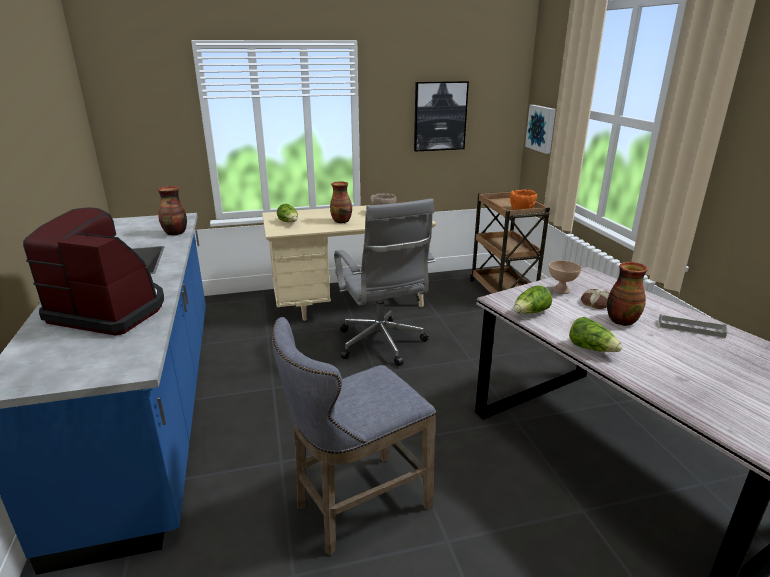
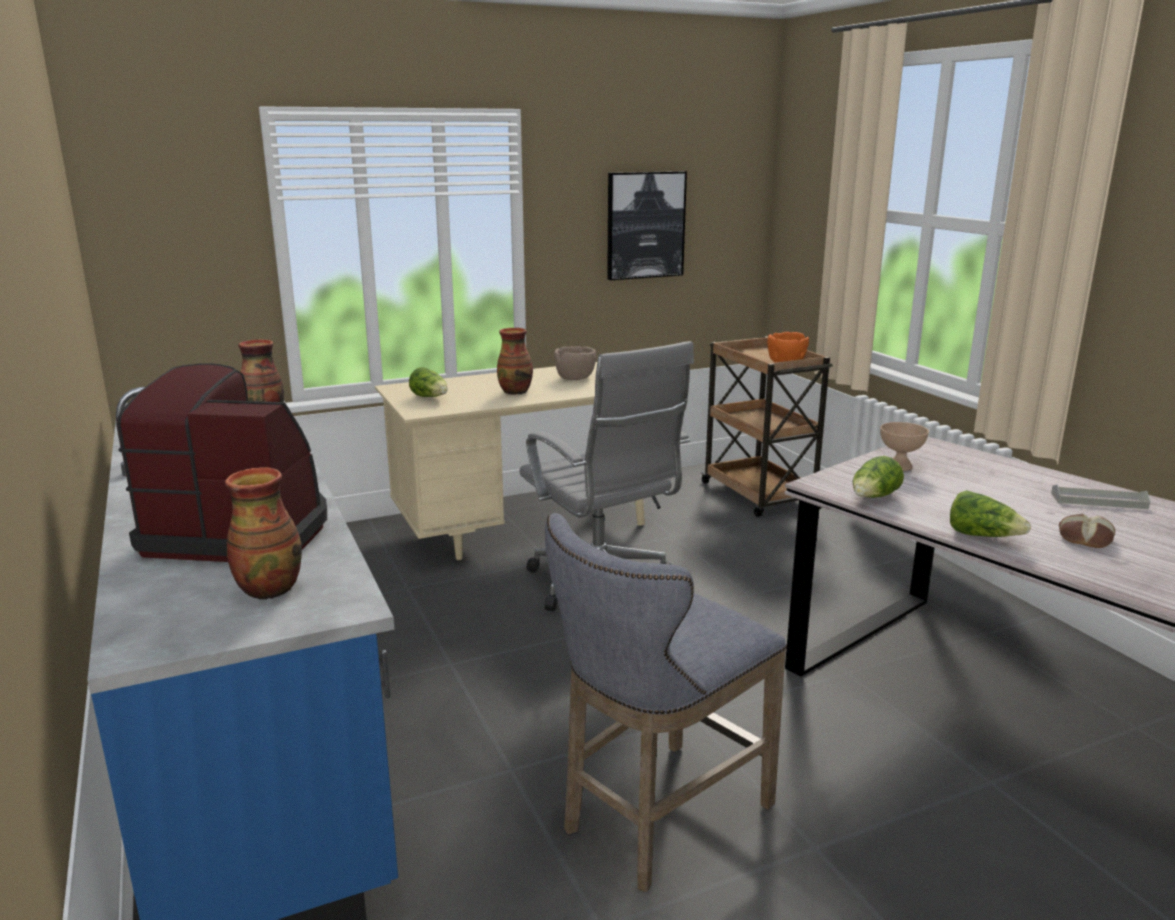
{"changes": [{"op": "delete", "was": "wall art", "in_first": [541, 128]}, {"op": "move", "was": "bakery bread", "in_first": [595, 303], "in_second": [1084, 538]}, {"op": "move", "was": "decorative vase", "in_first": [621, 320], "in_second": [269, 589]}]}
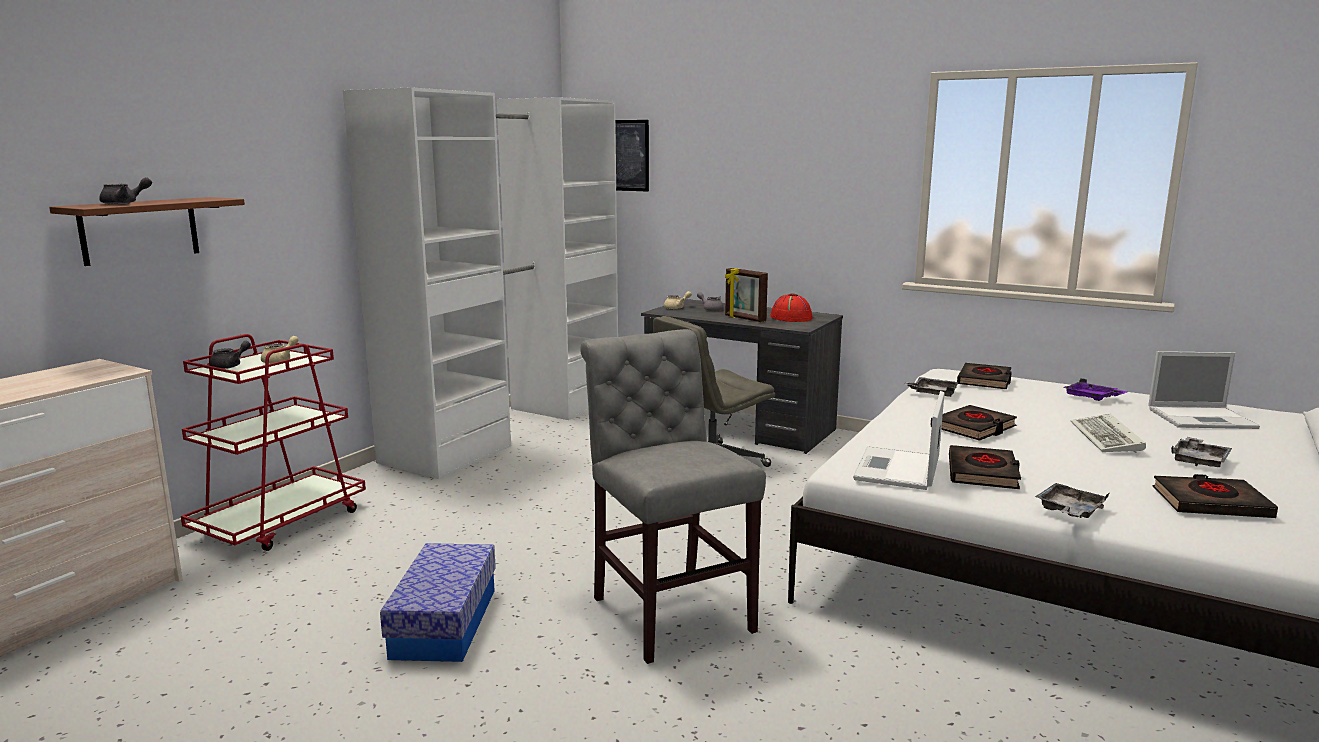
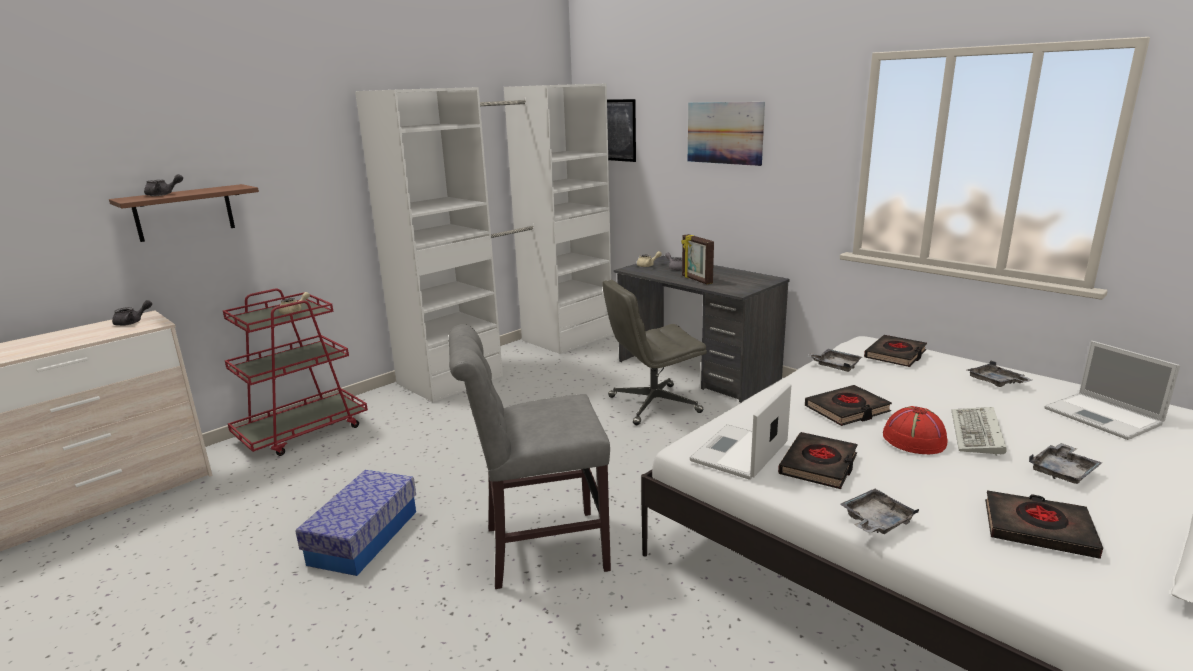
{"changes": [{"op": "move", "was": "teapot (grey)", "in_first": [230, 366], "in_second": [132, 322]}, {"op": "rotate", "was": "plain chair (grey)", "in_first": [668, 611], "in_second": [538, 549], "clockwise": -90}, {"op": "move", "was": "wearable hat (red)", "in_first": [790, 318], "in_second": [913, 439]}, {"op": "recolor", "was": "serving tray (purple-coloured)", "now": "serving tray (grey)", "in_first": [1091, 398], "in_second": [996, 382]}, {"op": "rotate", "was": "notebook computer", "in_first": [1203, 418], "in_second": [1104, 417], "clockwise": 45}, {"op": "insert", "now": "wall art", "in_second": [724, 133]}]}
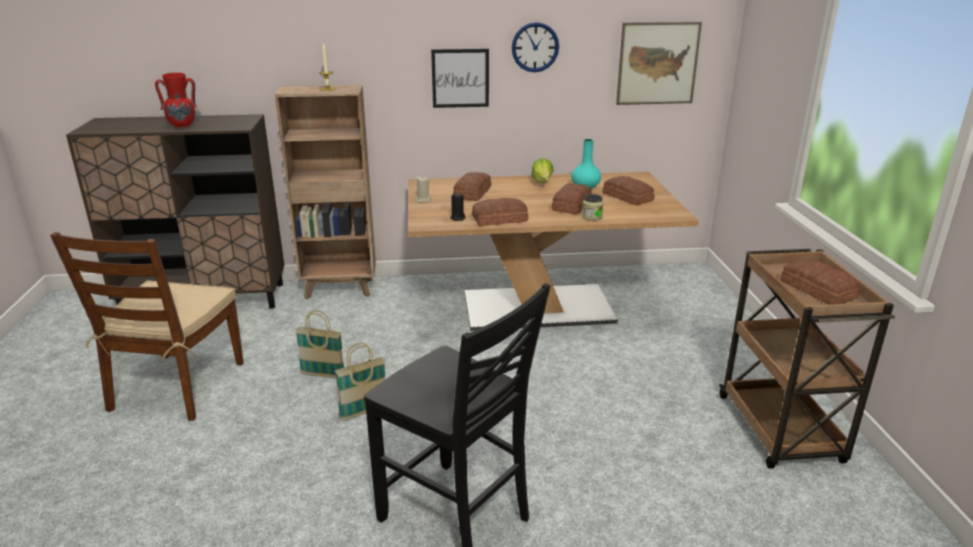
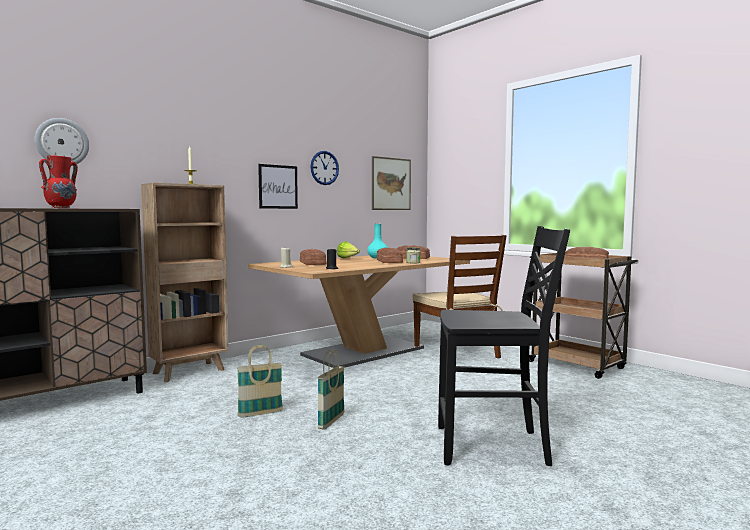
{"changes": [{"op": "move", "was": "plain chair (brown)", "in_first": [177, 386], "in_second": [457, 353]}, {"op": "delete", "was": "bakery bread", "in_first": [500, 219]}, {"op": "insert", "now": "clock on the wall", "in_second": [62, 142]}]}
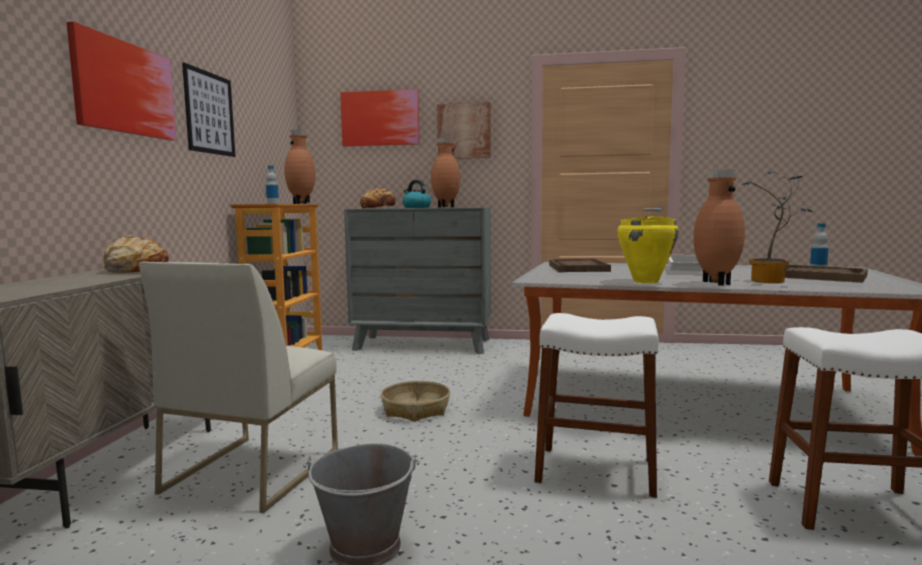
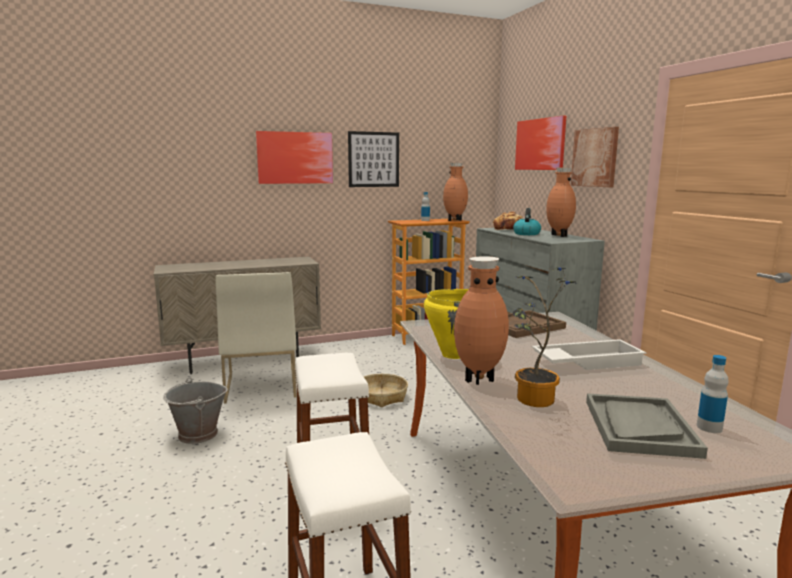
{"changes": [{"op": "delete", "was": "bakery bread", "in_first": [136, 270]}, {"op": "rotate", "was": "plain chair (white-coloured)", "in_first": [253, 470], "in_second": [260, 385], "clockwise": -90}, {"op": "recolor", "was": "serving tray (brown)", "now": "serving tray (grey)", "in_first": [820, 276], "in_second": [639, 427]}]}
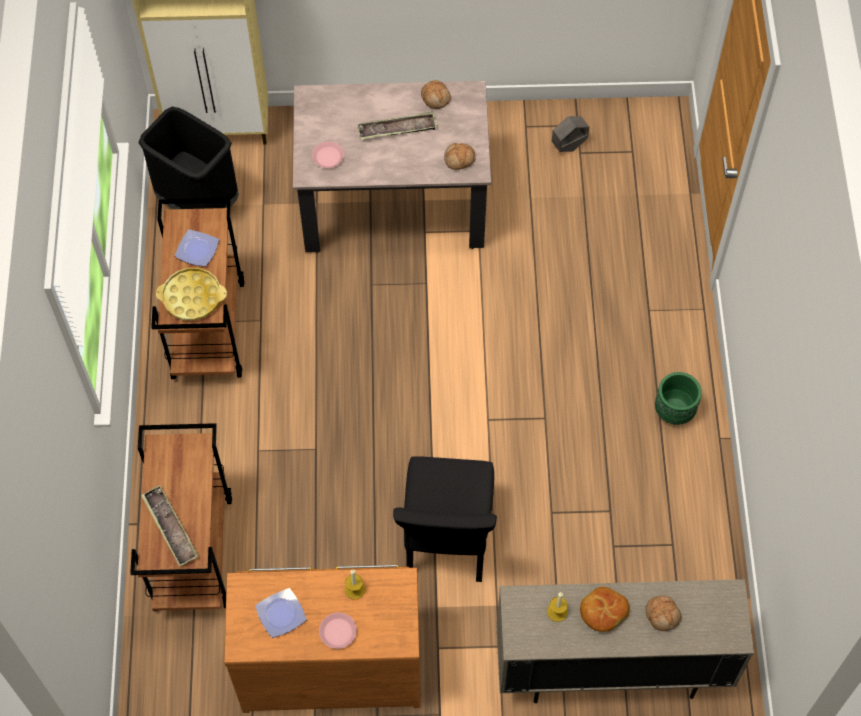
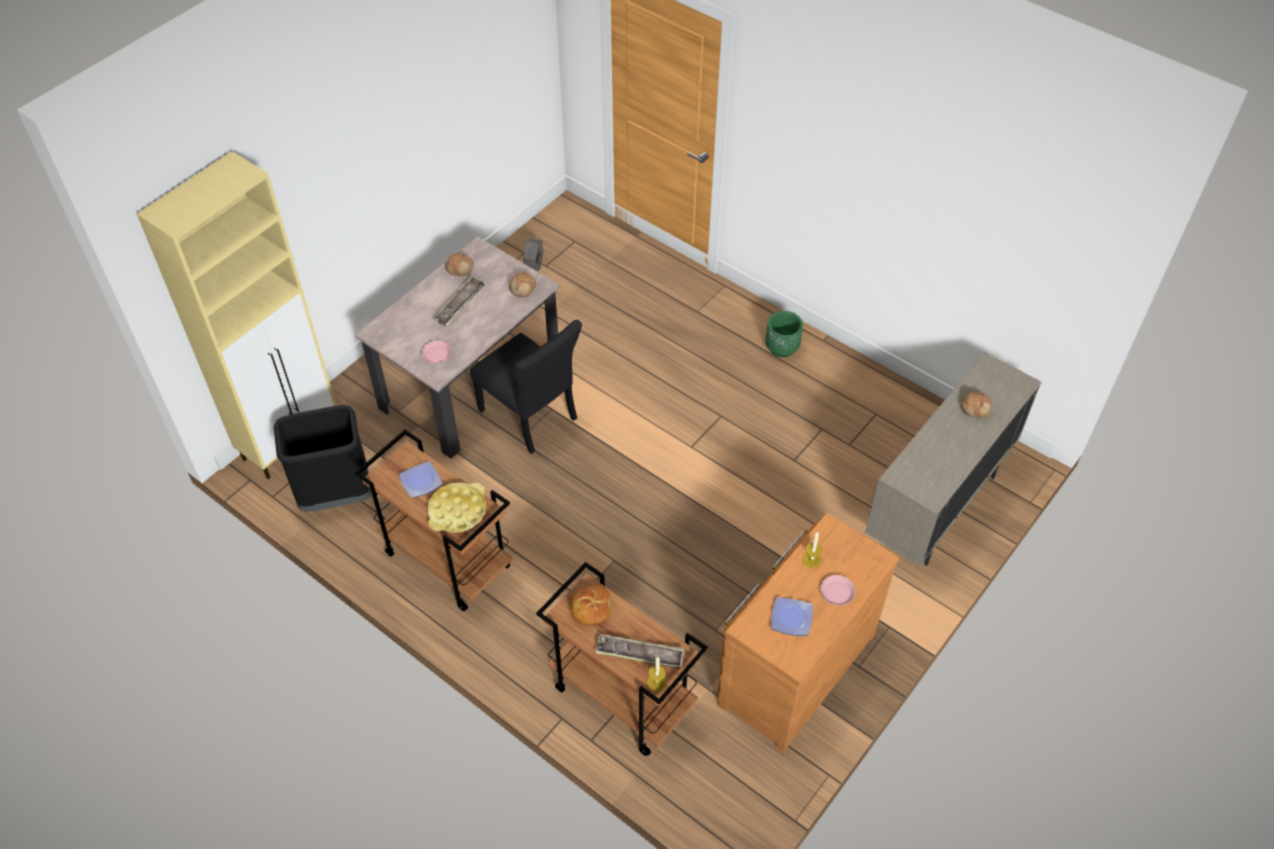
{"changes": [{"op": "move", "was": "plain chair (black)", "in_first": [446, 540], "in_second": [530, 417]}, {"op": "move", "was": "wax light", "in_first": [557, 611], "in_second": [656, 682]}, {"op": "move", "was": "bakery bread", "in_first": [603, 611], "in_second": [590, 609]}]}
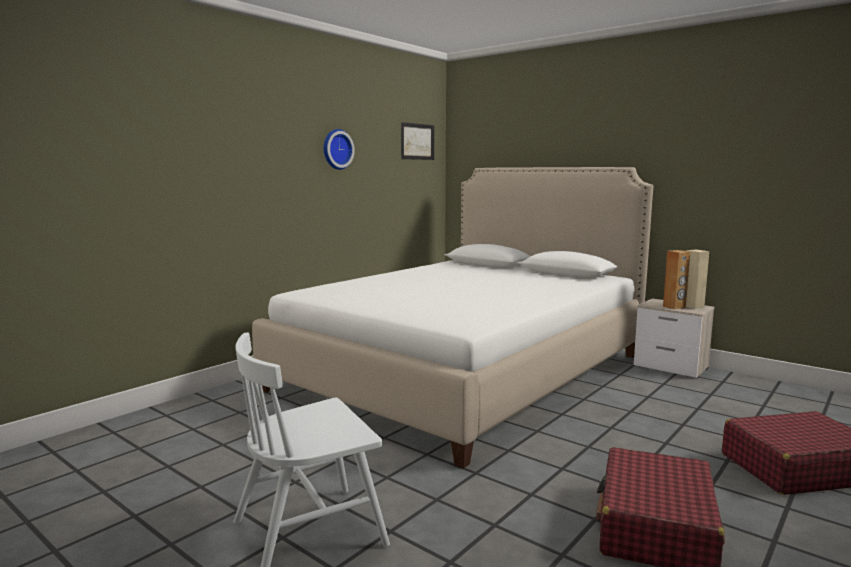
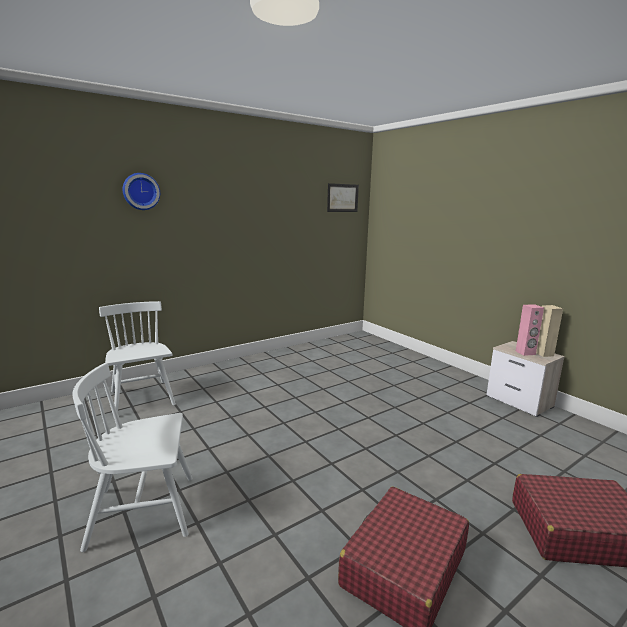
{"changes": [{"op": "delete", "was": "bedroom bed", "in_first": [464, 371]}, {"op": "move", "was": "clock on the wall", "in_first": [336, 149], "in_second": [141, 191]}, {"op": "recolor", "was": "speaker (brown)", "now": "speaker (pink)", "in_first": [674, 307], "in_second": [525, 353]}, {"op": "insert", "now": "plain chair (white-coloured)", "in_second": [142, 398]}]}
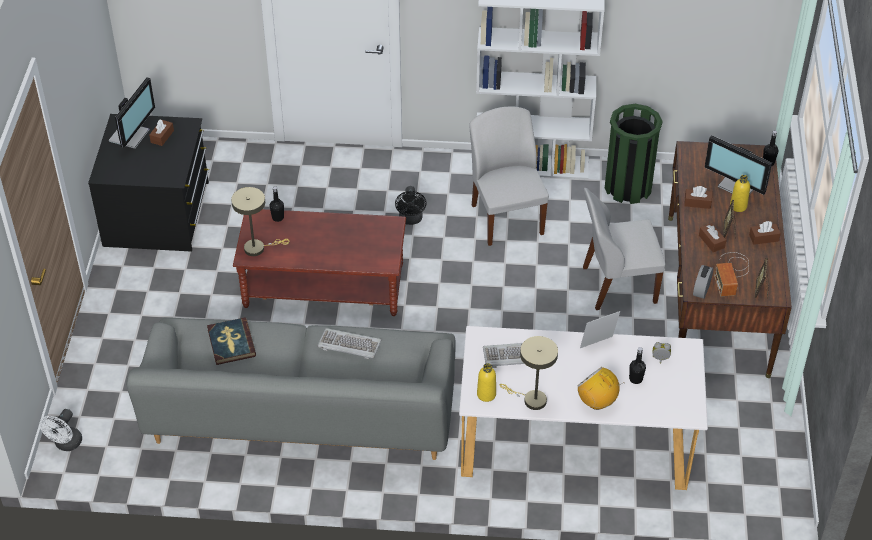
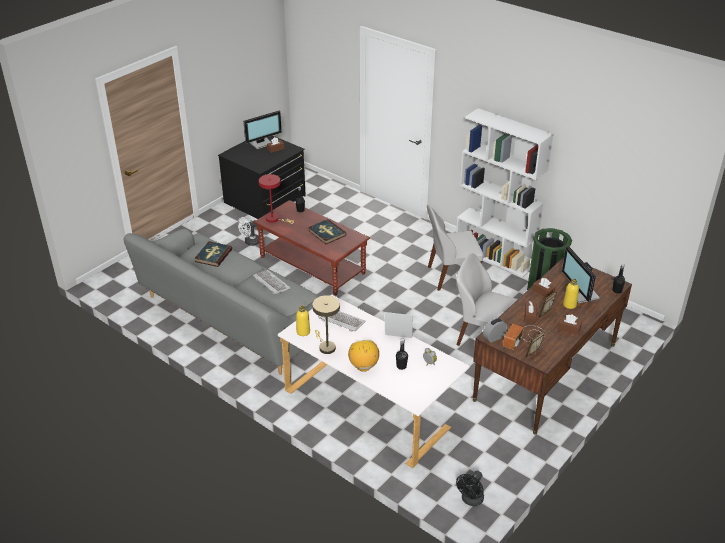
{"changes": [{"op": "move", "was": "cooling fan (white-coloured)", "in_first": [66, 444], "in_second": [250, 242]}, {"op": "recolor", "was": "table lamp (beige-coloured)", "now": "table lamp (red)", "in_first": [258, 248], "in_second": [274, 219]}, {"op": "move", "was": "cooling fan (black)", "in_first": [411, 220], "in_second": [471, 500]}, {"op": "rotate", "was": "plain chair (white-coloured)", "in_first": [507, 218], "in_second": [451, 276], "clockwise": -120}, {"op": "insert", "now": "volume", "in_second": [327, 233]}]}
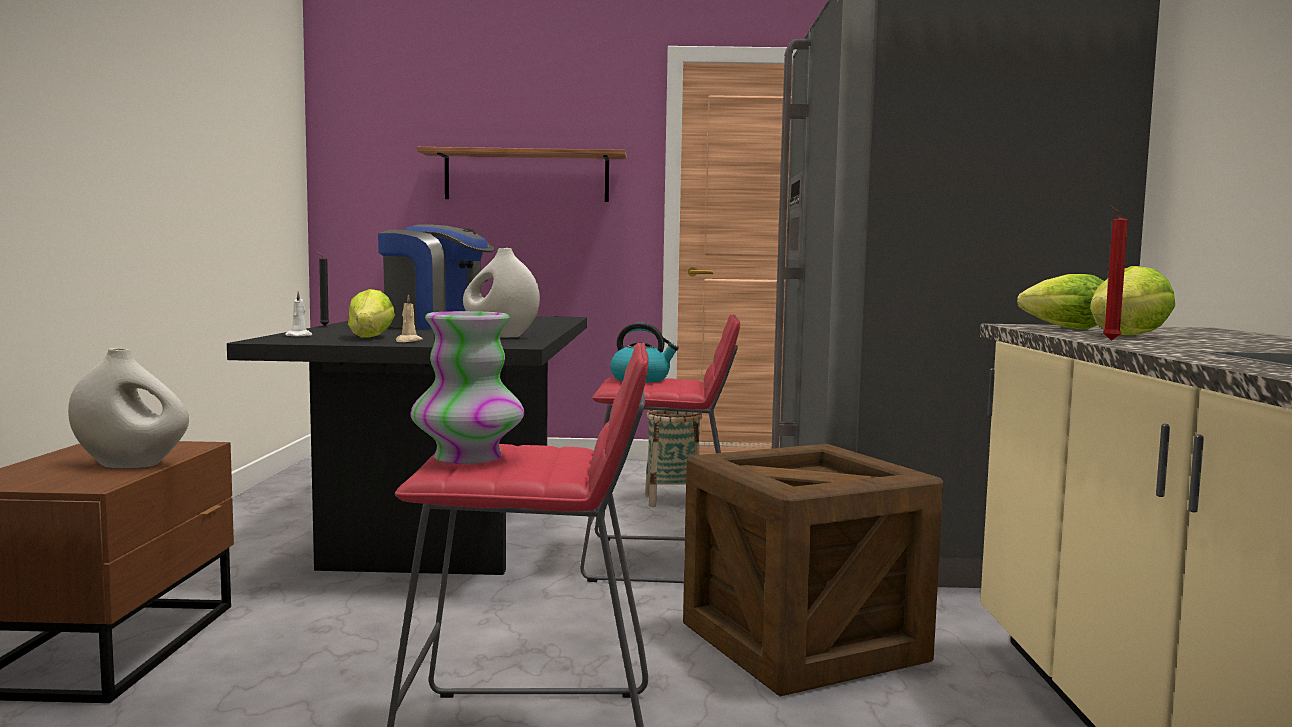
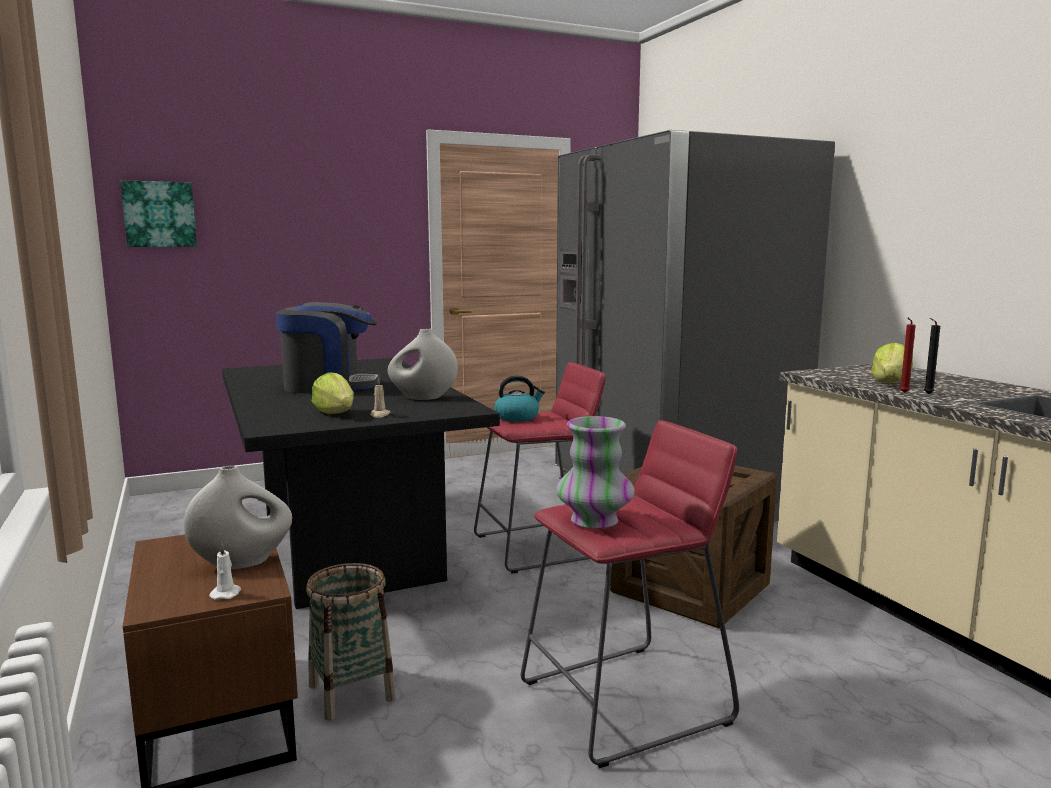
{"changes": [{"op": "move", "was": "wax light (white-coloured)", "in_first": [300, 336], "in_second": [226, 593]}, {"op": "move", "was": "wax light (black)", "in_first": [323, 325], "in_second": [927, 394]}, {"op": "delete", "was": "wall shelf", "in_first": [526, 176]}, {"op": "move", "was": "storage basket", "in_first": [672, 500], "in_second": [351, 692]}, {"op": "delete", "was": "head of lettuce", "in_first": [1060, 328]}, {"op": "insert", "now": "wall art", "in_second": [159, 214]}]}
